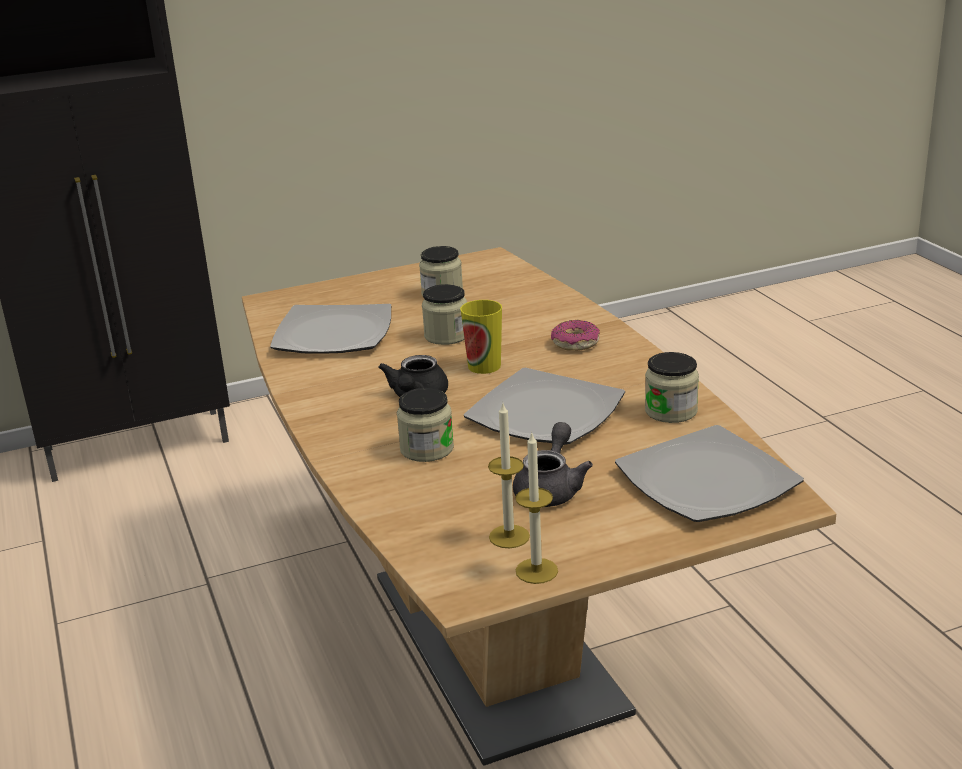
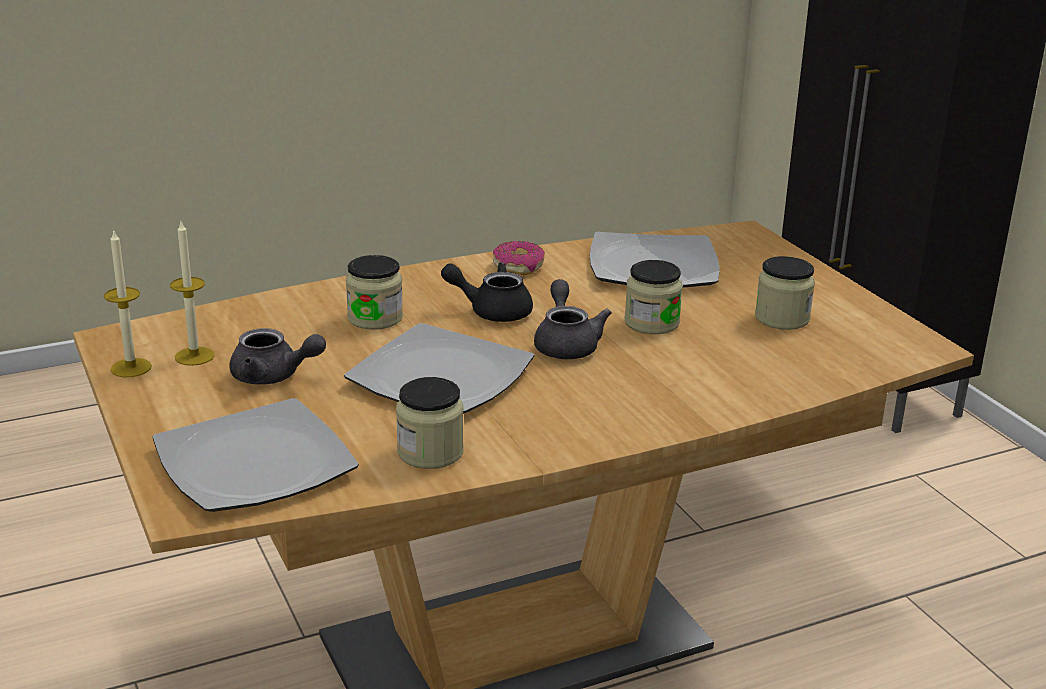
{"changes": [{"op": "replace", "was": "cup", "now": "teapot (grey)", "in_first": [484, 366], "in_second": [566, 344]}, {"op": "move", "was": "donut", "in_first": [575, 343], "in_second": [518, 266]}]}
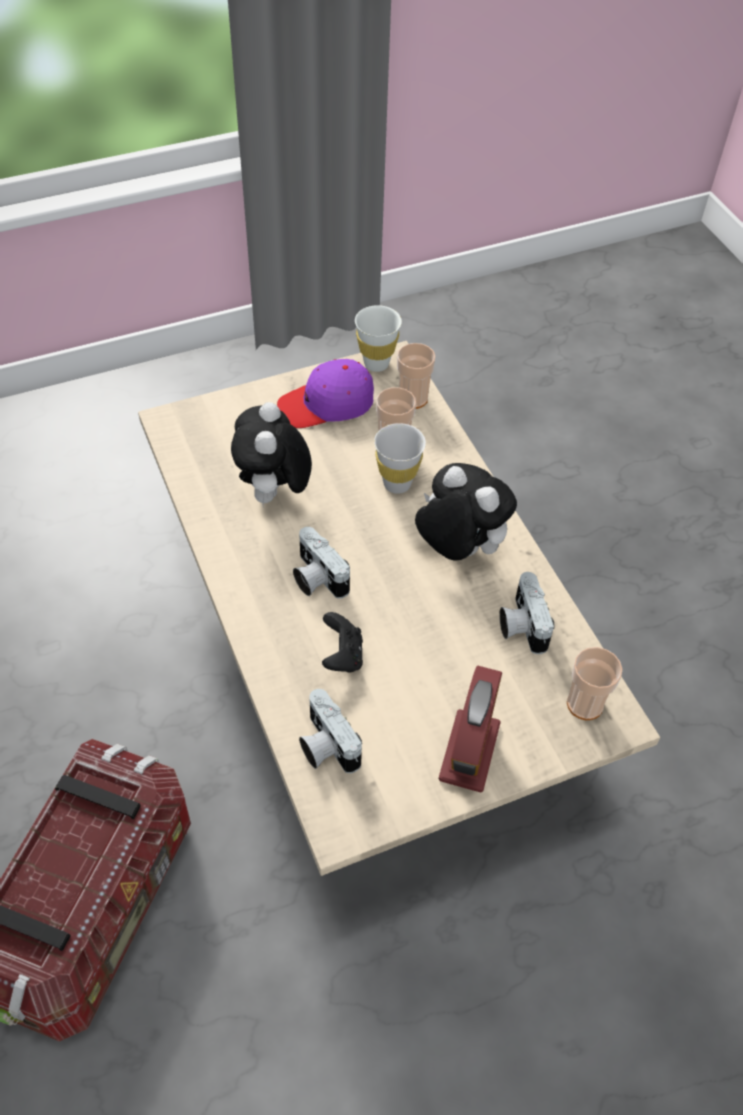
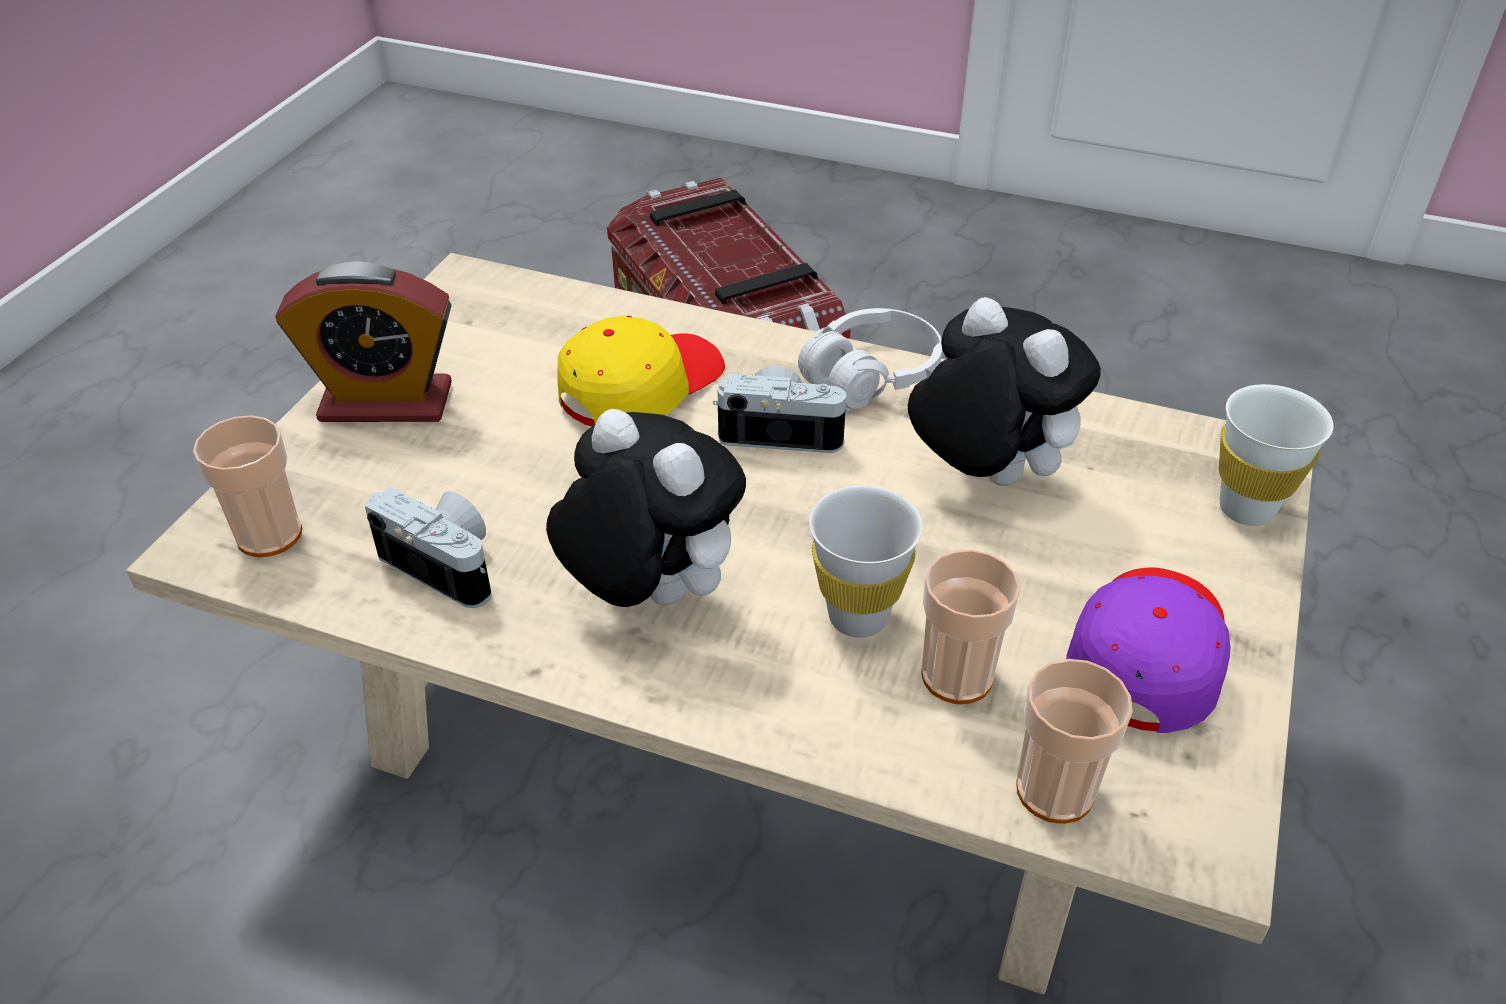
{"changes": [{"op": "delete", "was": "photo camera", "in_first": [325, 745]}, {"op": "replace", "was": "joypad (black)", "now": "peaked cap (yellowish)", "in_first": [342, 656], "in_second": [640, 386]}, {"op": "move", "was": "cup (white-coloured)", "in_first": [376, 363], "in_second": [1246, 509]}, {"op": "rotate", "was": "plush toy", "in_first": [458, 549], "in_second": [648, 594], "clockwise": -135}, {"op": "rotate", "was": "alarm clock", "in_first": [469, 752], "in_second": [386, 402], "clockwise": -60}, {"op": "insert", "now": "headset (white-coloured)", "in_second": [871, 375]}]}
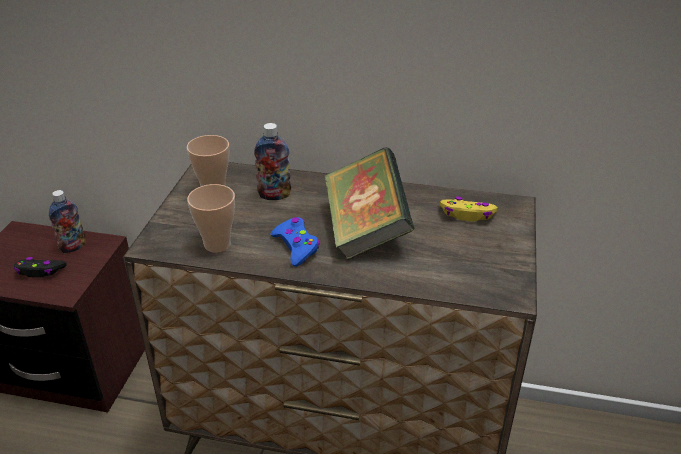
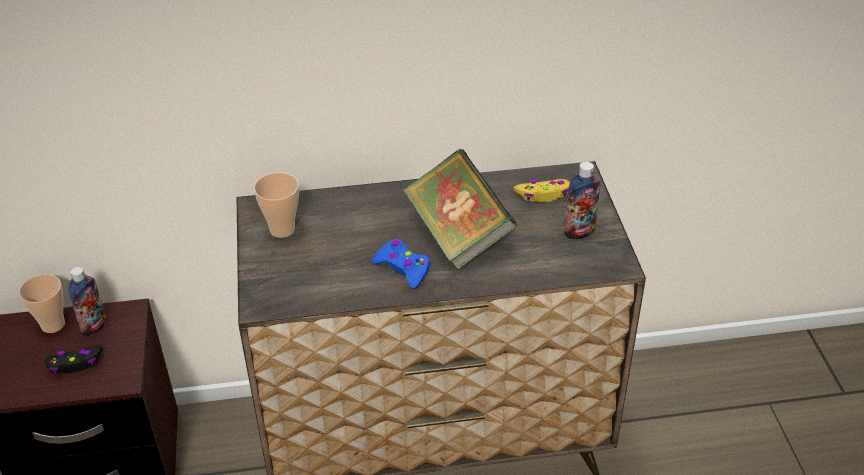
{"changes": [{"op": "move", "was": "cup", "in_first": [217, 244], "in_second": [53, 325]}, {"op": "move", "was": "drink bottle", "in_first": [274, 195], "in_second": [579, 232]}]}
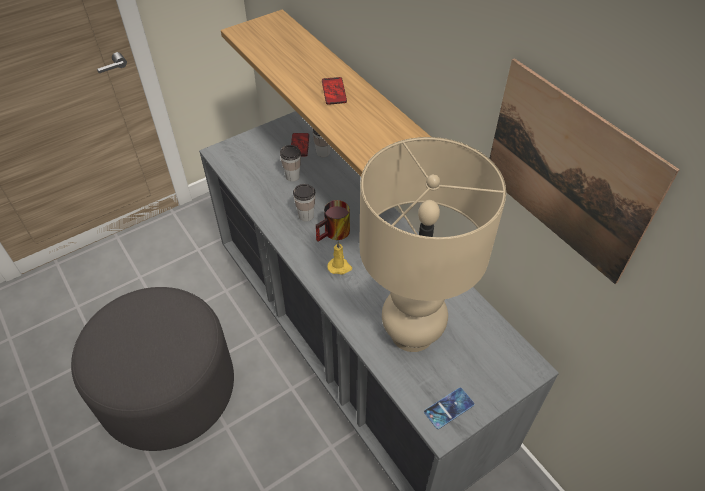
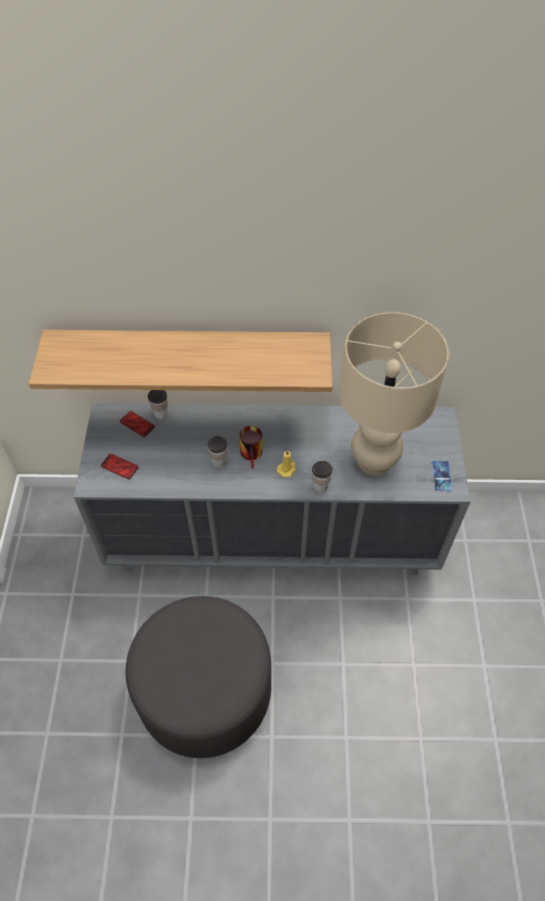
{"changes": [{"op": "move", "was": "cup", "in_first": [292, 176], "in_second": [320, 486]}, {"op": "move", "was": "telephone", "in_first": [334, 91], "in_second": [119, 467]}, {"op": "delete", "was": "wall art", "in_first": [566, 171]}]}
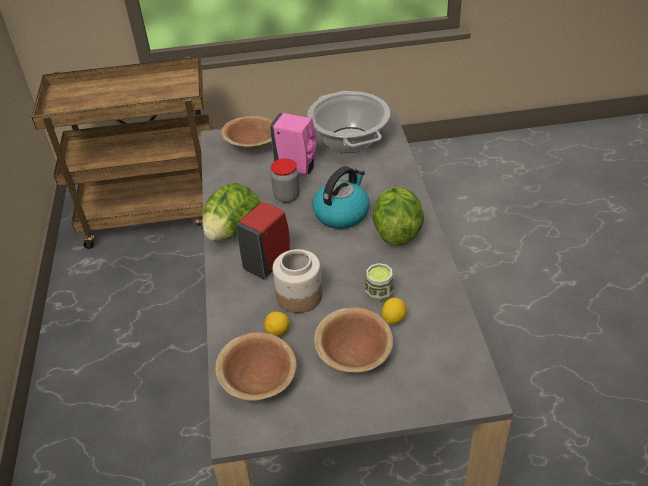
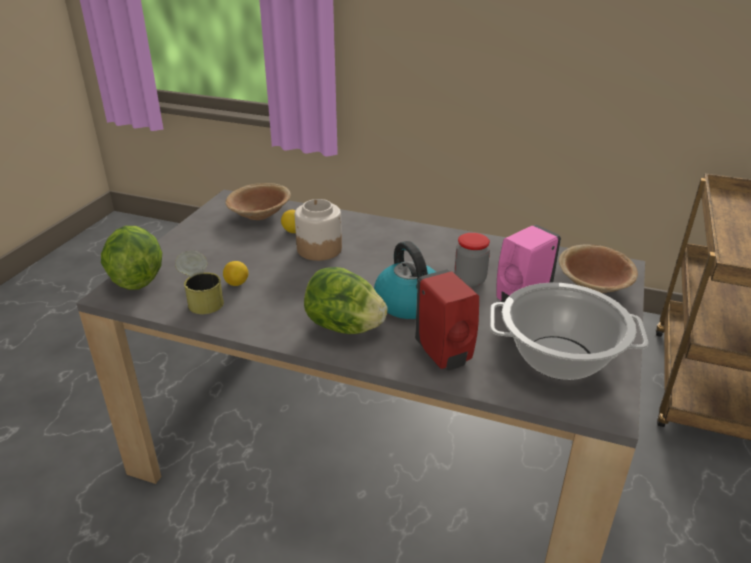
{"changes": [{"op": "move", "was": "head of lettuce", "in_first": [233, 231], "in_second": [136, 279]}, {"op": "move", "was": "soap dispenser (red)", "in_first": [268, 263], "in_second": [444, 355]}, {"op": "delete", "was": "bowl (brown)", "in_first": [354, 353]}, {"op": "delete", "was": "cup", "in_first": [379, 293]}, {"op": "insert", "now": "metal can", "in_second": [202, 299]}]}
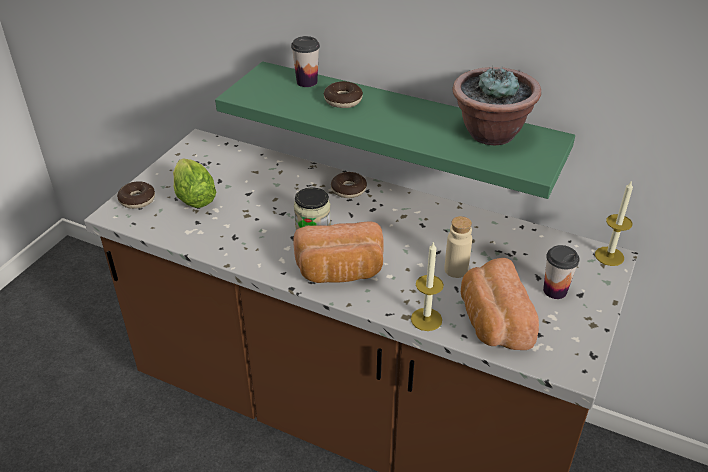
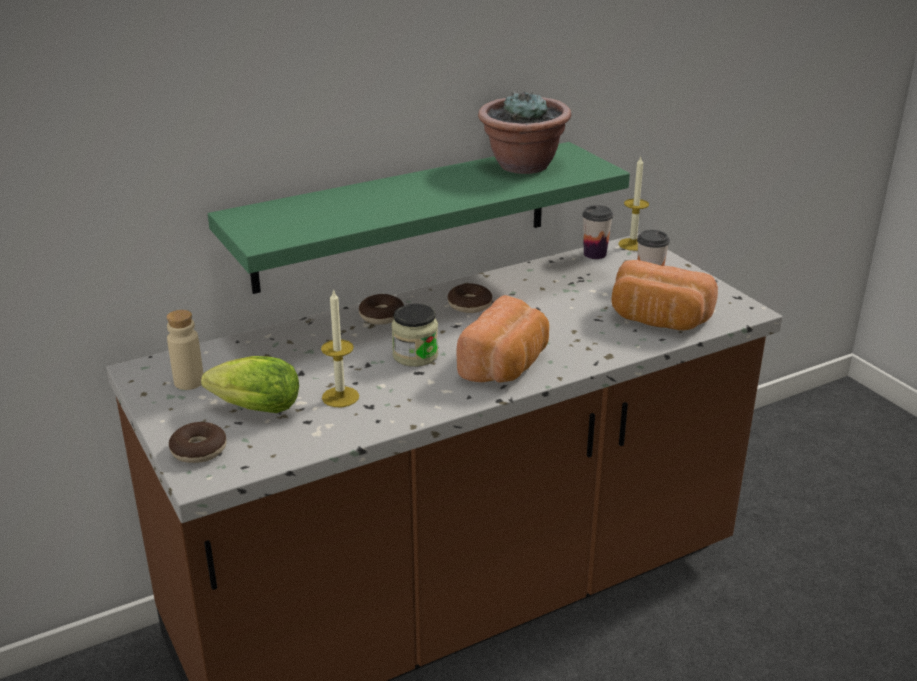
{"changes": [{"op": "move", "was": "cup", "in_first": [307, 82], "in_second": [595, 254]}, {"op": "move", "was": "donut", "in_first": [343, 100], "in_second": [469, 305]}, {"op": "move", "was": "wax light", "in_first": [426, 319], "in_second": [340, 397]}, {"op": "move", "was": "drink bottle (beige-coloured)", "in_first": [456, 270], "in_second": [189, 382]}]}
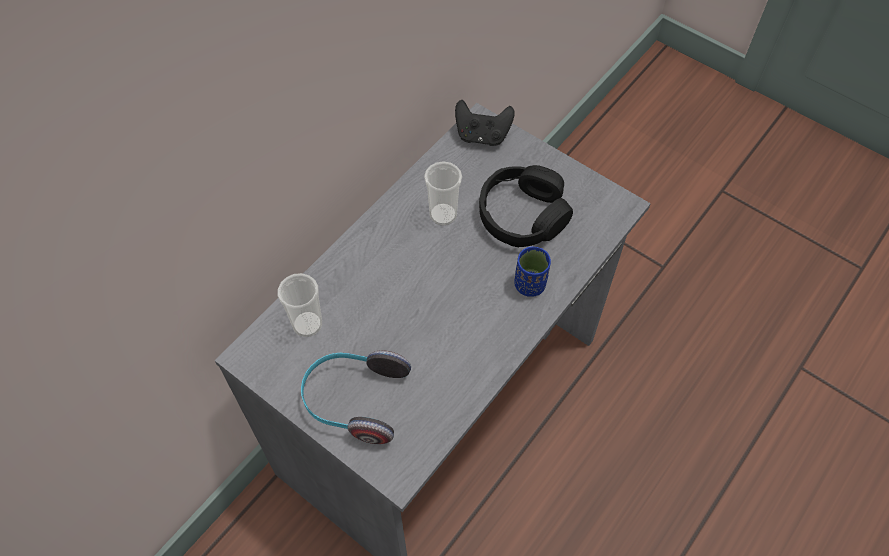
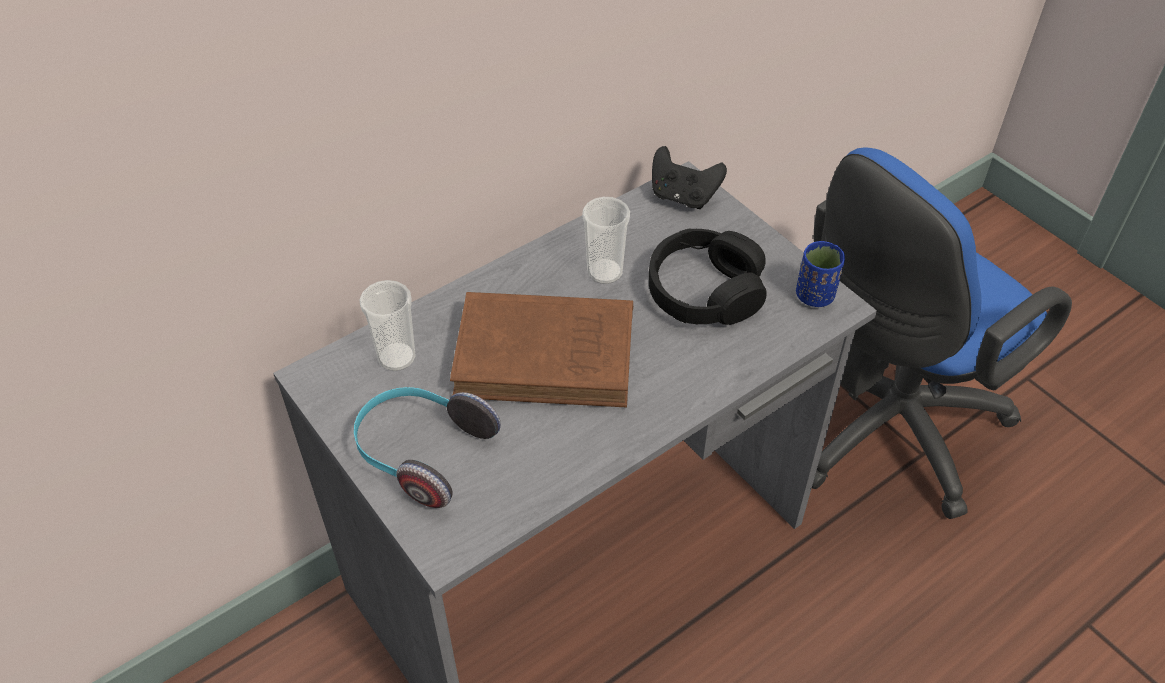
{"changes": [{"op": "move", "was": "cup (blue-coloured)", "in_first": [530, 284], "in_second": [815, 296]}, {"op": "insert", "now": "volume (brown)", "in_second": [550, 357]}, {"op": "insert", "now": "desk chair (blue-coloured)", "in_second": [881, 431]}]}
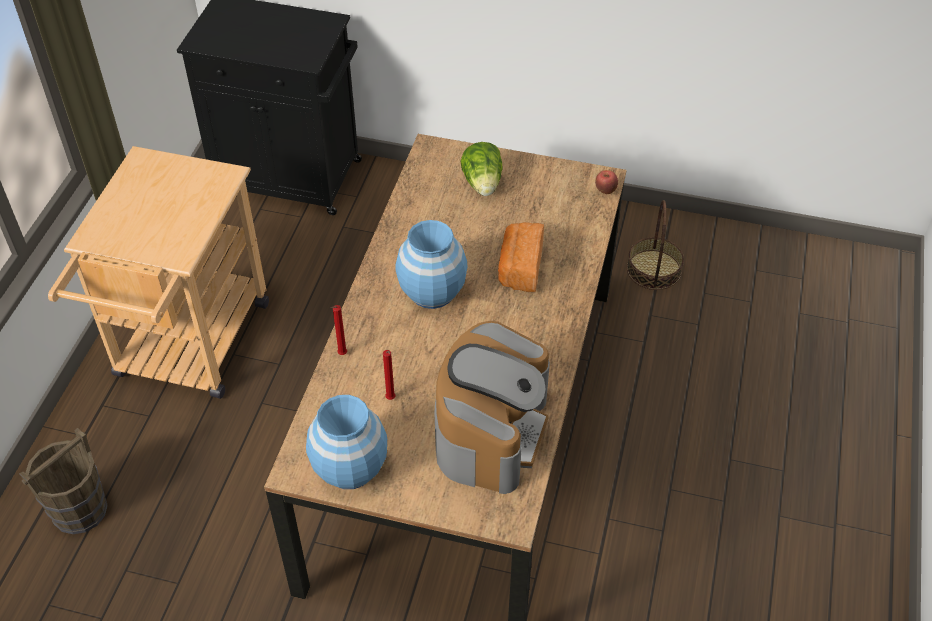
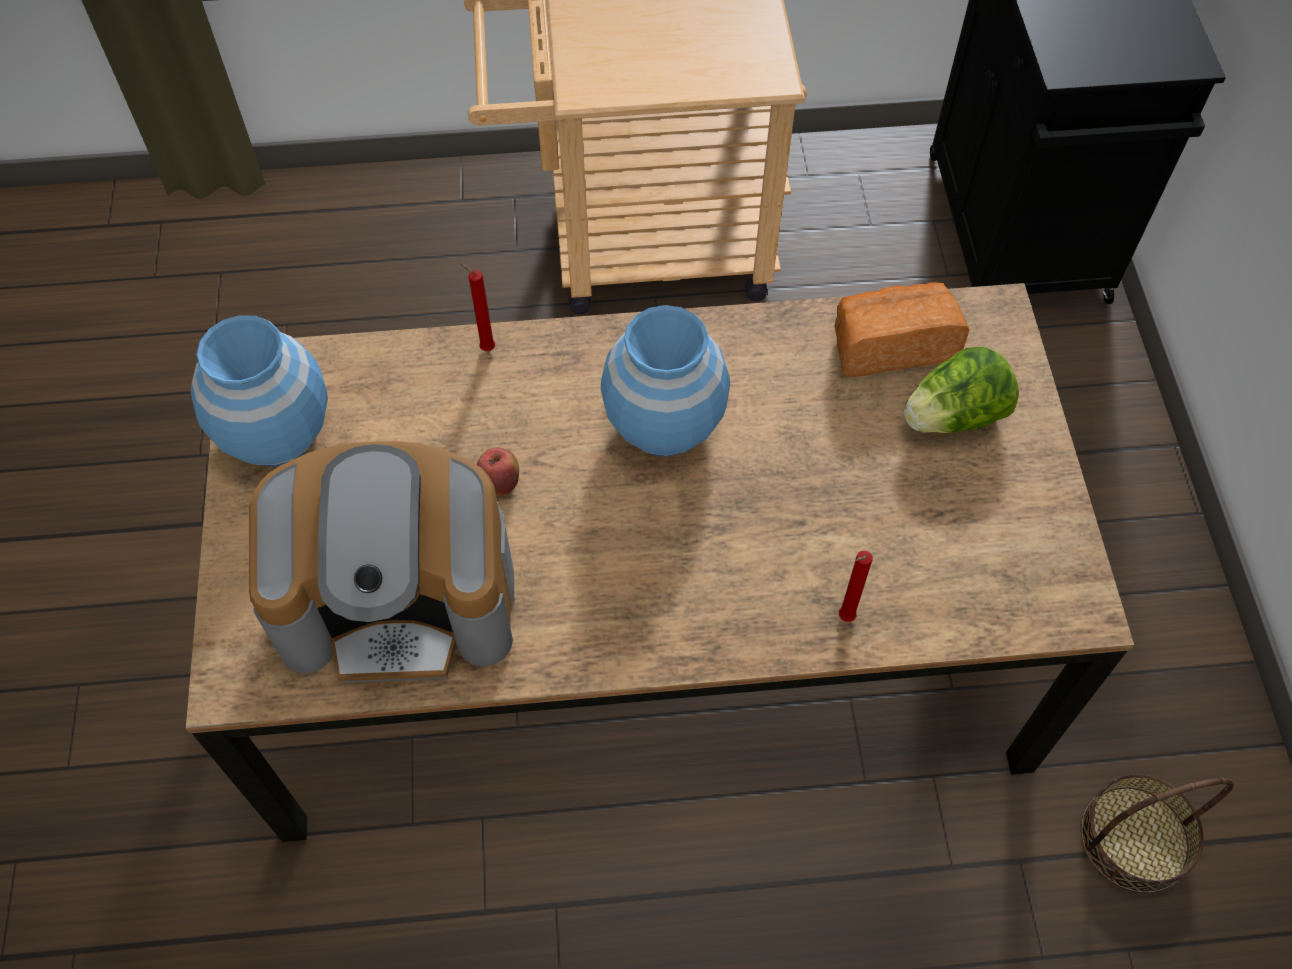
{"changes": [{"op": "delete", "was": "bucket (brown)", "in_first": [79, 510]}, {"op": "move", "was": "wax light (red)", "in_first": [391, 399], "in_second": [844, 618]}, {"op": "move", "was": "bakery bread", "in_first": [520, 268], "in_second": [891, 344]}, {"op": "move", "was": "apple fruit", "in_first": [605, 190], "in_second": [500, 483]}]}
